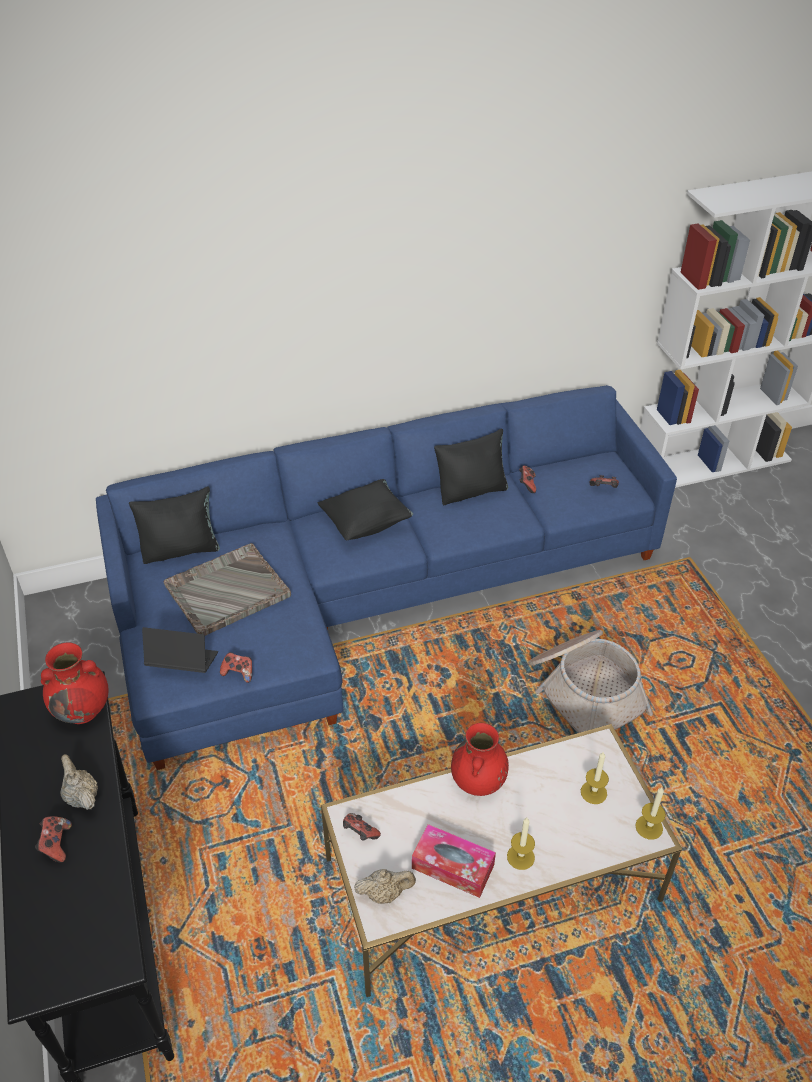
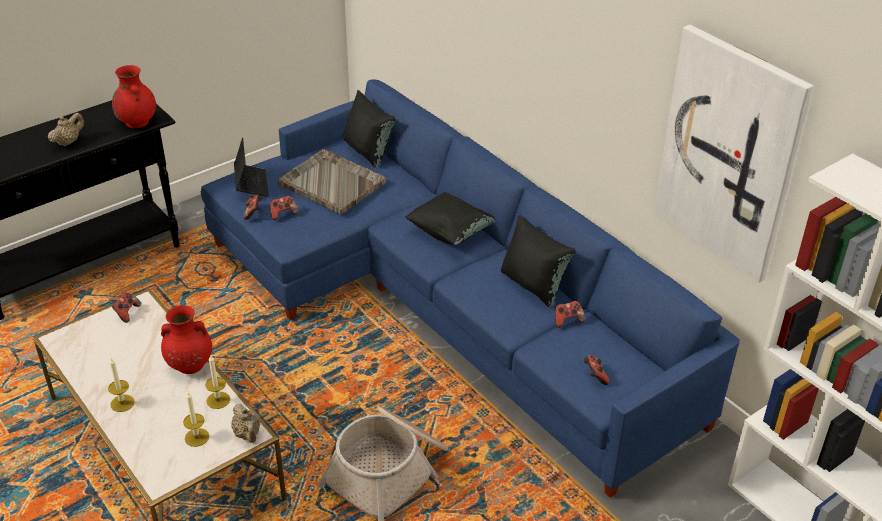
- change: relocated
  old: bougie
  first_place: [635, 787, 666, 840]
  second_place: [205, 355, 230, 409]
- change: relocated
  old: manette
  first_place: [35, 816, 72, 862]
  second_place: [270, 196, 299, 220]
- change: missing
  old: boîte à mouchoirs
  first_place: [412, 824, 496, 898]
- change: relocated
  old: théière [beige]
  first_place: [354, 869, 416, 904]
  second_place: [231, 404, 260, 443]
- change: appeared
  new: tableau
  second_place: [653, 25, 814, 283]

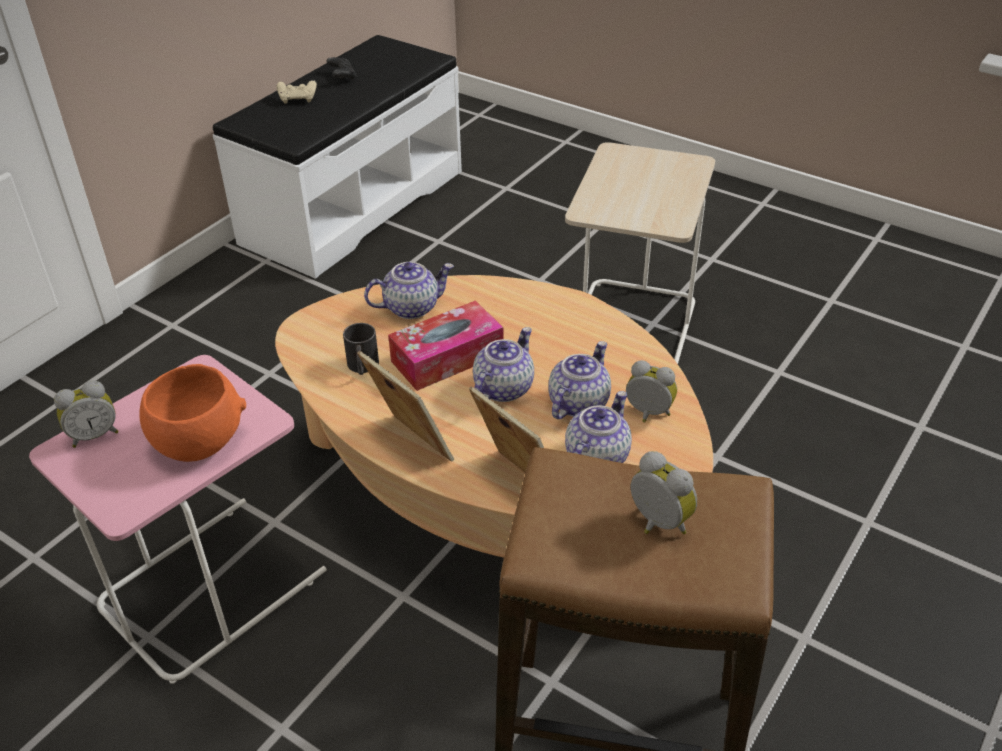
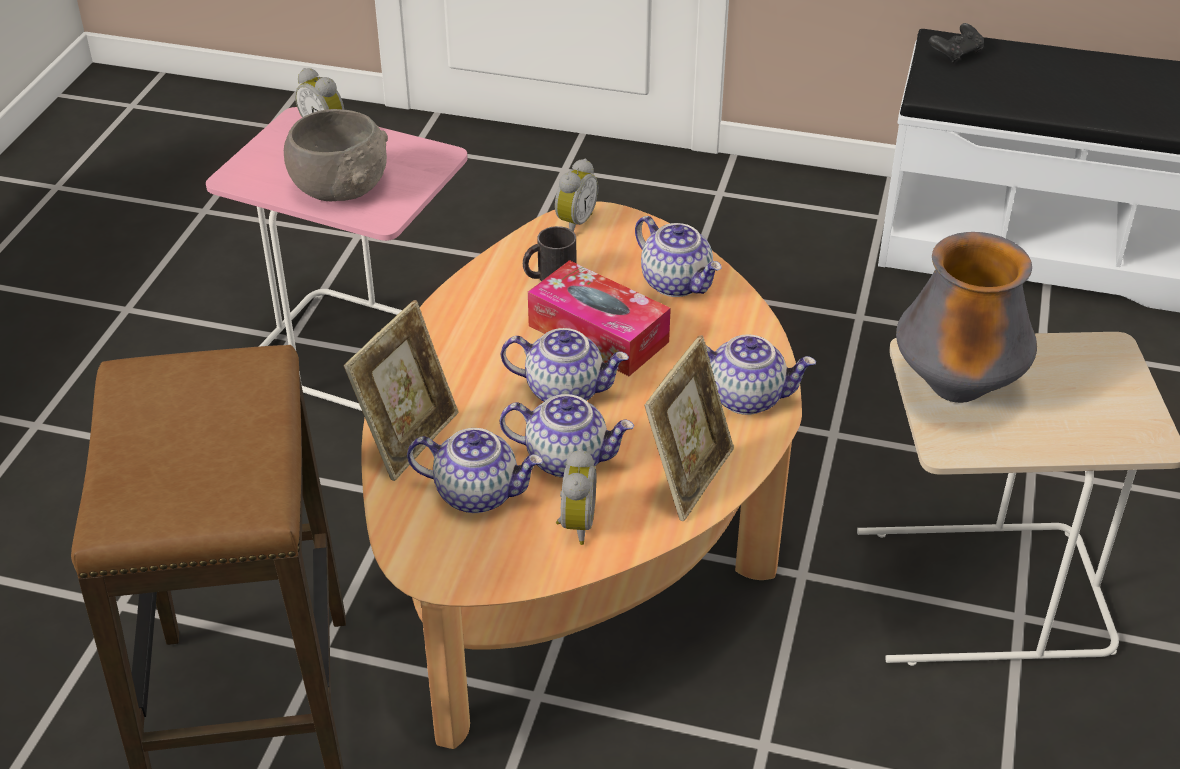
- change: relocated
  old: manette [noir]
  first_place: [326, 57, 356, 80]
  second_place: [929, 23, 984, 63]
- change: missing
  old: manette [beige]
  first_place: [277, 80, 317, 104]
- change: relocated
  old: cadre photo
  first_place: [357, 351, 454, 462]
  second_place: [644, 335, 734, 521]
- change: colour
  old: bol [orange]
  new: bol [gris]
  first_place: [139, 364, 246, 462]
  second_place: [284, 109, 388, 201]
- change: relocated
  old: réveil
  first_place: [631, 451, 697, 534]
  second_place: [555, 158, 598, 232]
- change: appeared
  new: vase
  second_place: [896, 232, 1037, 403]
- change: appeared
  new: théière
  second_place: [706, 335, 816, 415]

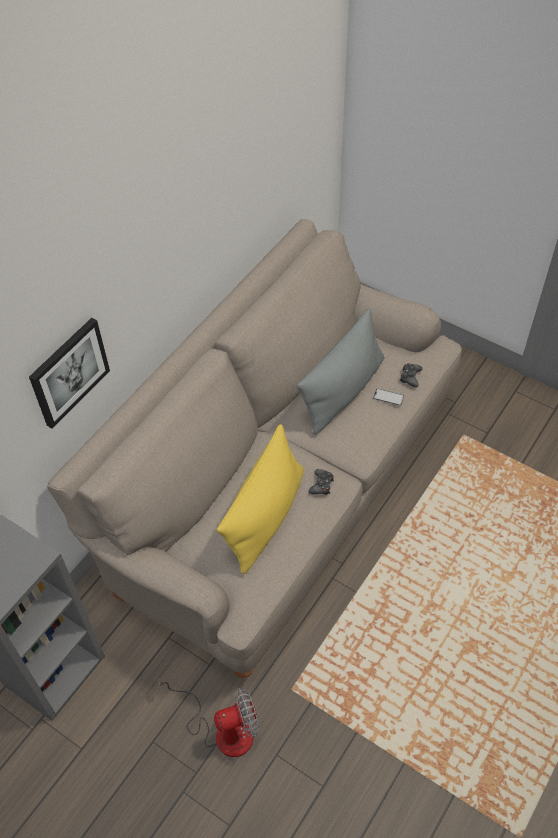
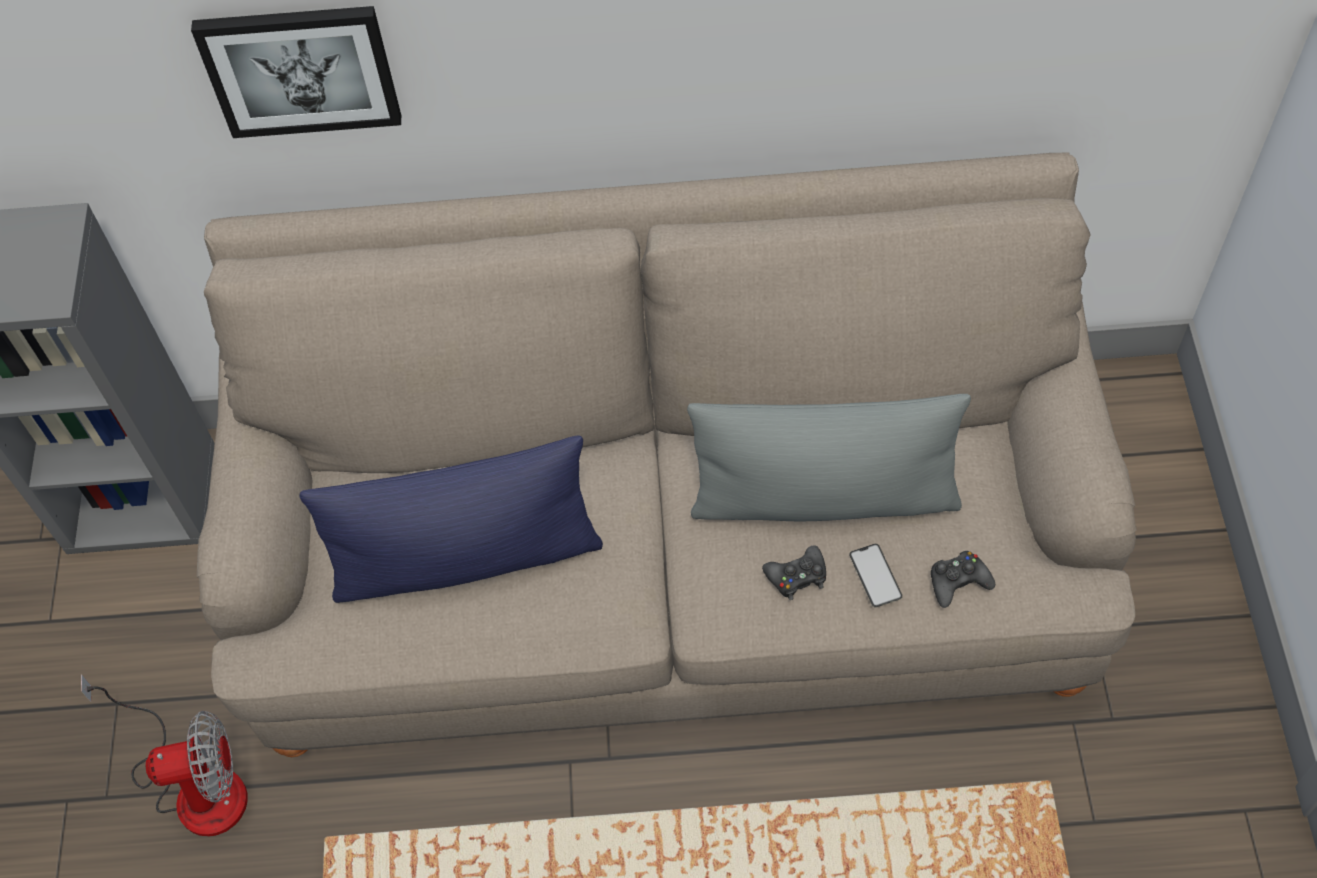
- change: colour
  old: coussin [jaune]
  new: coussin [bleu]
  first_place: [217, 424, 304, 574]
  second_place: [300, 435, 603, 603]
- change: relocated
  old: manette [noir]
  first_place: [309, 469, 334, 495]
  second_place: [762, 545, 826, 600]
- change: spun
  old: ventilateur
  first_place: [157, 676, 259, 757]
  second_place: [81, 675, 248, 837]
  degrees: -45

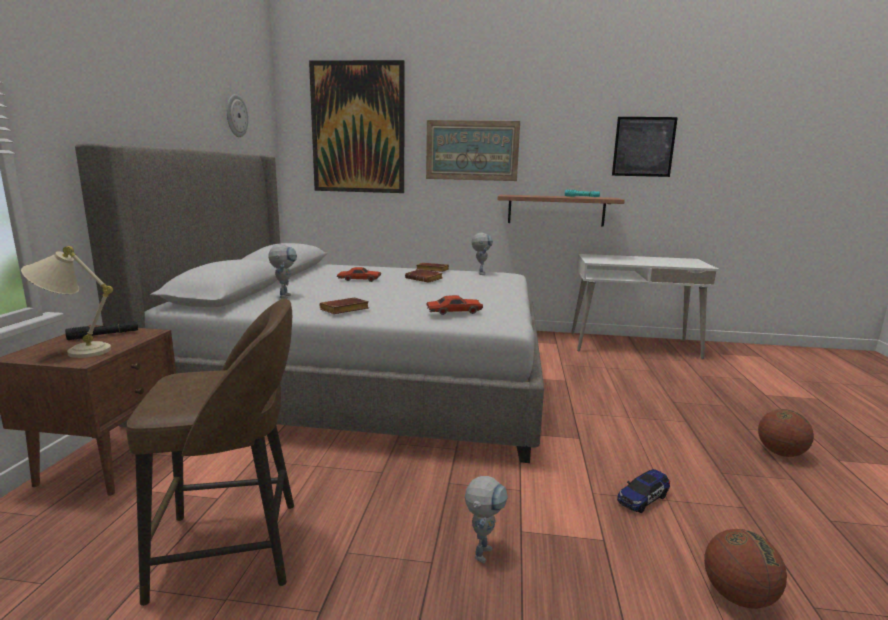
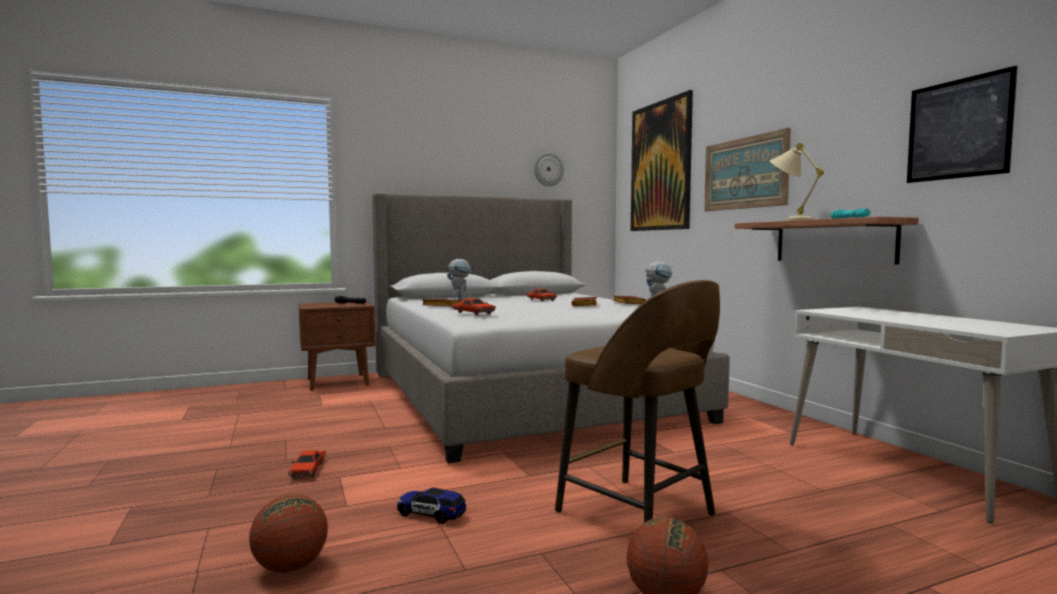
- change: relocated
  old: lampe de table [beige]
  first_place: [21, 246, 113, 358]
  second_place: [770, 143, 824, 221]
- change: relocated
  old: tabouret [marron]
  first_place: [126, 299, 294, 606]
  second_place: [555, 280, 720, 523]
- change: exchanged
  old: robot jouet
  new: petite voiture [rouge]
  first_place: [465, 476, 508, 564]
  second_place: [288, 450, 326, 478]

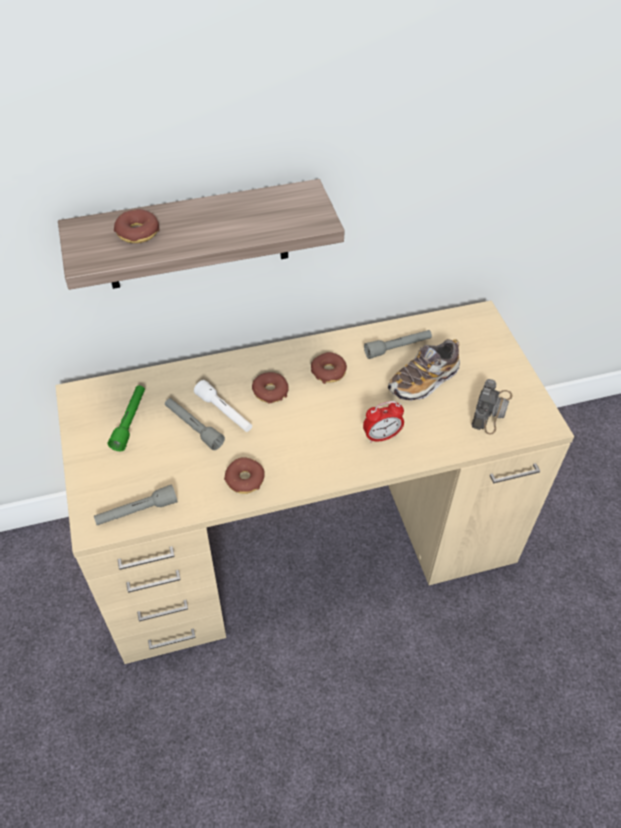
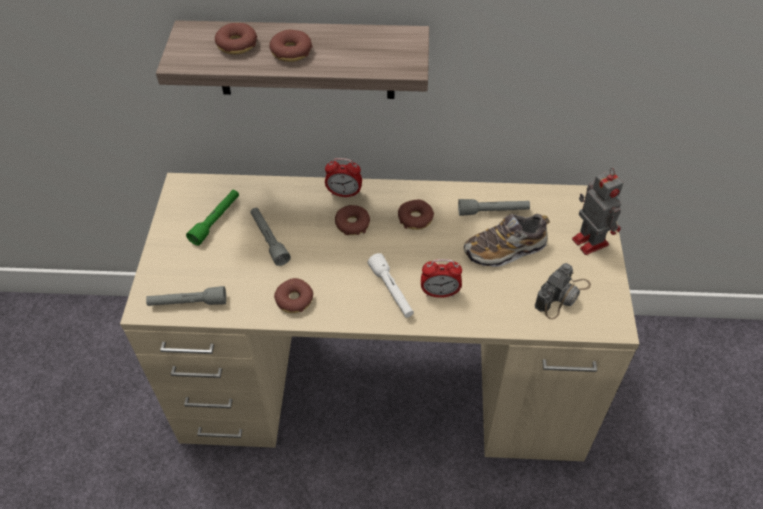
- change: relocated
  old: lampe de poche [blanc]
  first_place: [194, 380, 252, 432]
  second_place: [368, 253, 414, 318]
- change: appeared
  new: beignet
  second_place: [269, 30, 313, 62]
- change: appeared
  new: réveil
  second_place: [325, 158, 362, 197]
- change: appeared
  new: robot jouet
  second_place: [572, 168, 623, 255]

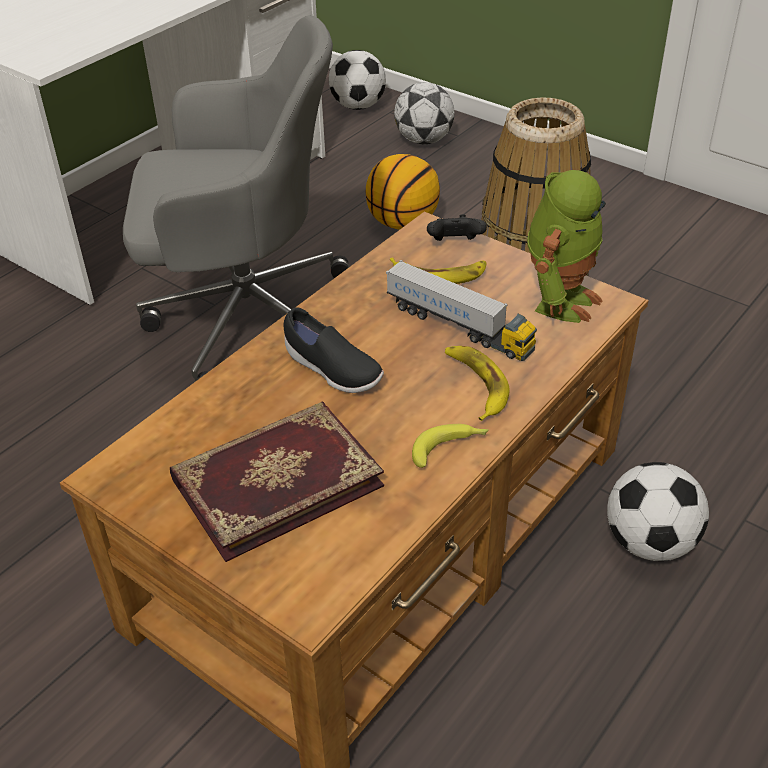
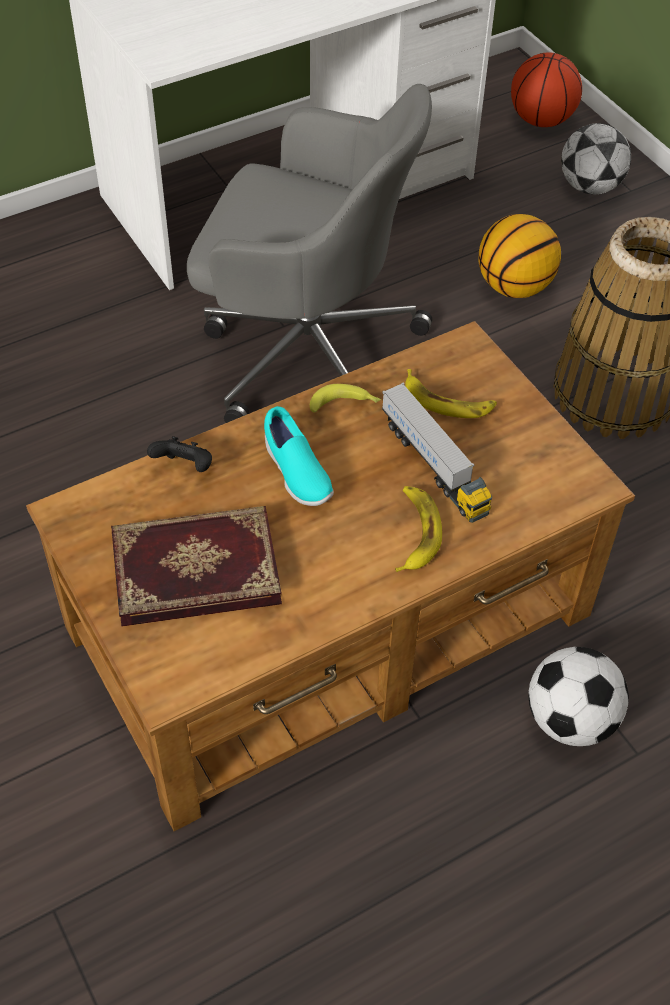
- change: exchanged
  old: ballon de foot
  new: ballon de basket
  first_place: [329, 50, 386, 110]
  second_place: [511, 52, 582, 127]
- change: missing
  old: robot jouet
  first_place: [527, 170, 606, 323]
- change: relocated
  old: manette [noir]
  first_place: [427, 214, 487, 241]
  second_place: [147, 436, 212, 472]
- change: colour
  old: chaussure [noir]
  new: chaussure [turquoise]
  first_place: [283, 307, 384, 393]
  second_place: [264, 406, 334, 506]
- change: relocated
  old: banane
  first_place: [412, 424, 489, 468]
  second_place: [310, 384, 381, 413]

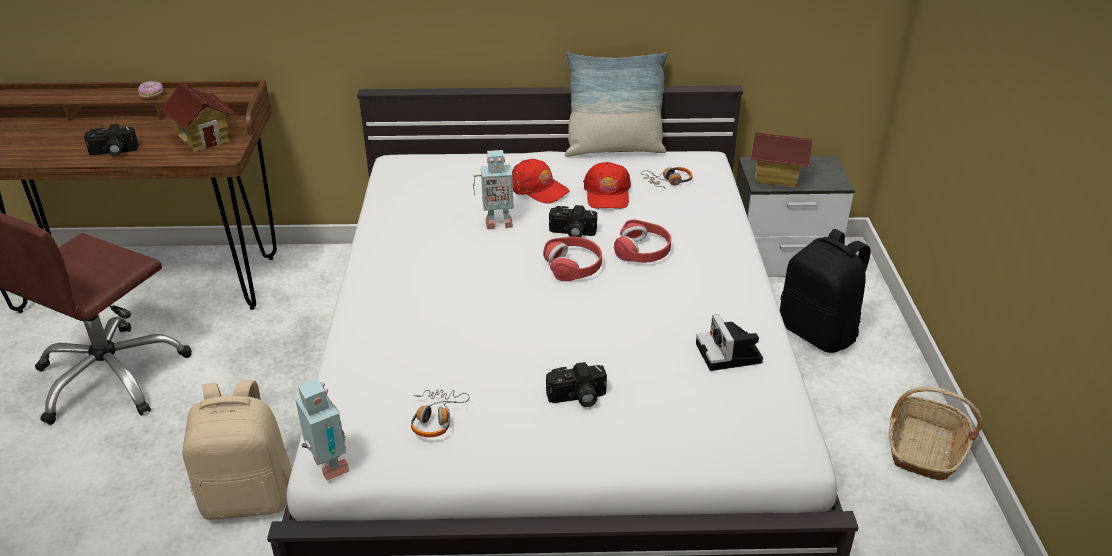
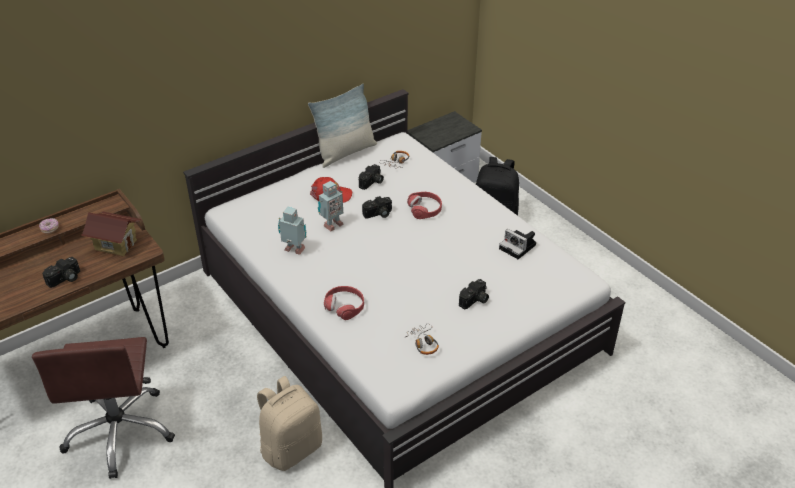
- change: missing
  old: maison miniature
  first_place: [750, 132, 812, 188]
- change: exchanged
  old: casquette [rouge]
  new: appareil photo
  first_place: [583, 162, 631, 209]
  second_place: [359, 164, 384, 190]
- change: relocated
  old: casque audio [rouge]
  first_place: [543, 237, 602, 281]
  second_place: [324, 286, 364, 320]
- change: relocated
  old: robot jouet
  first_place: [295, 378, 349, 480]
  second_place: [278, 207, 306, 255]
- change: missing
  old: panier
  first_place: [889, 387, 983, 480]

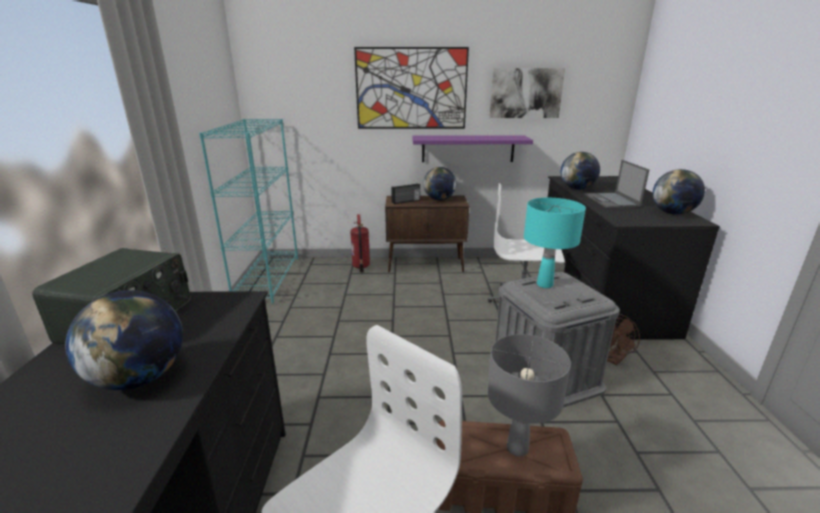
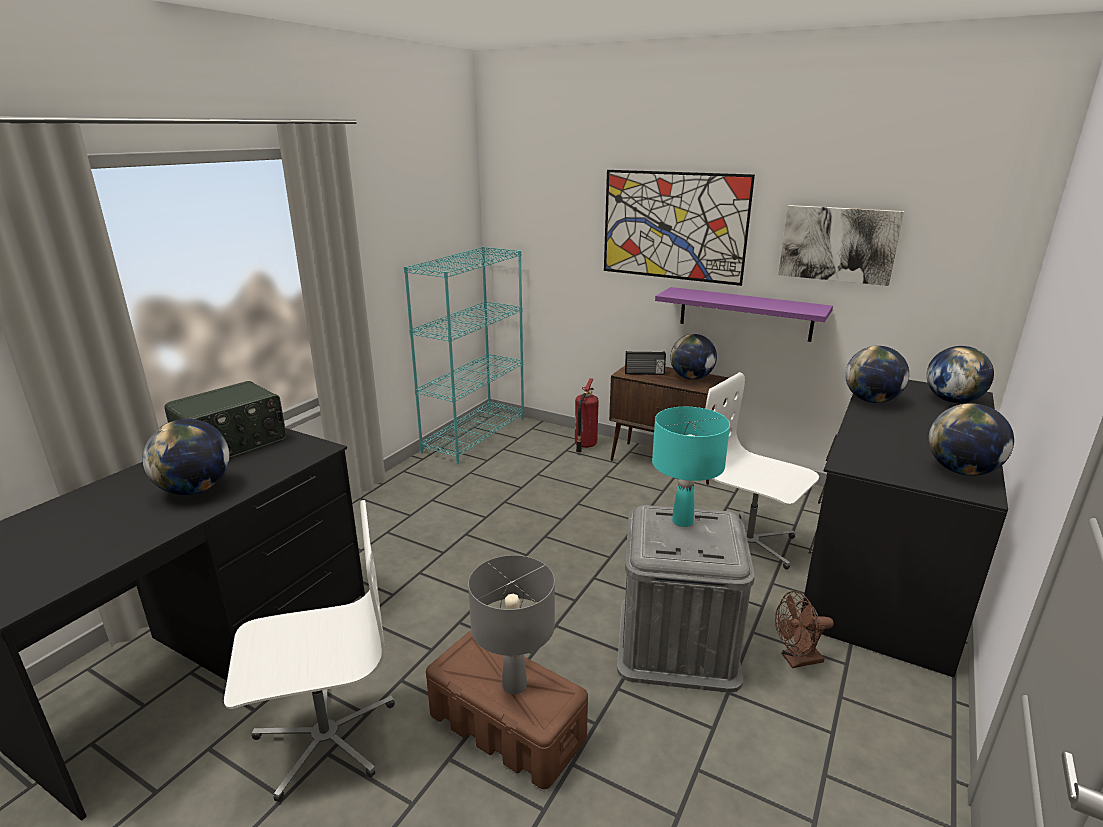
- change: missing
  old: ordinateur portable
  first_place: [584, 160, 649, 208]
- change: appeared
  new: globe
  second_place: [927, 346, 994, 403]

